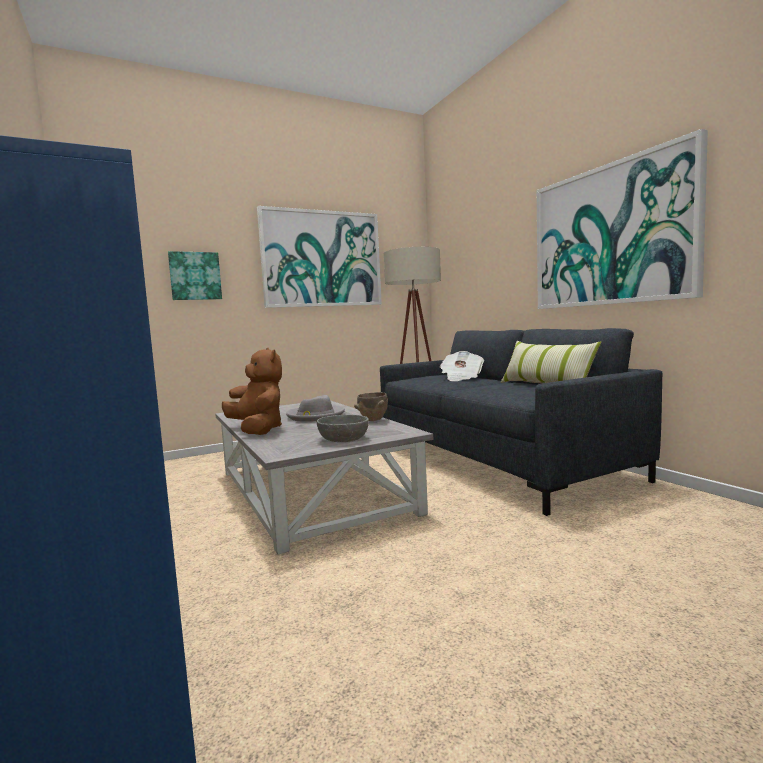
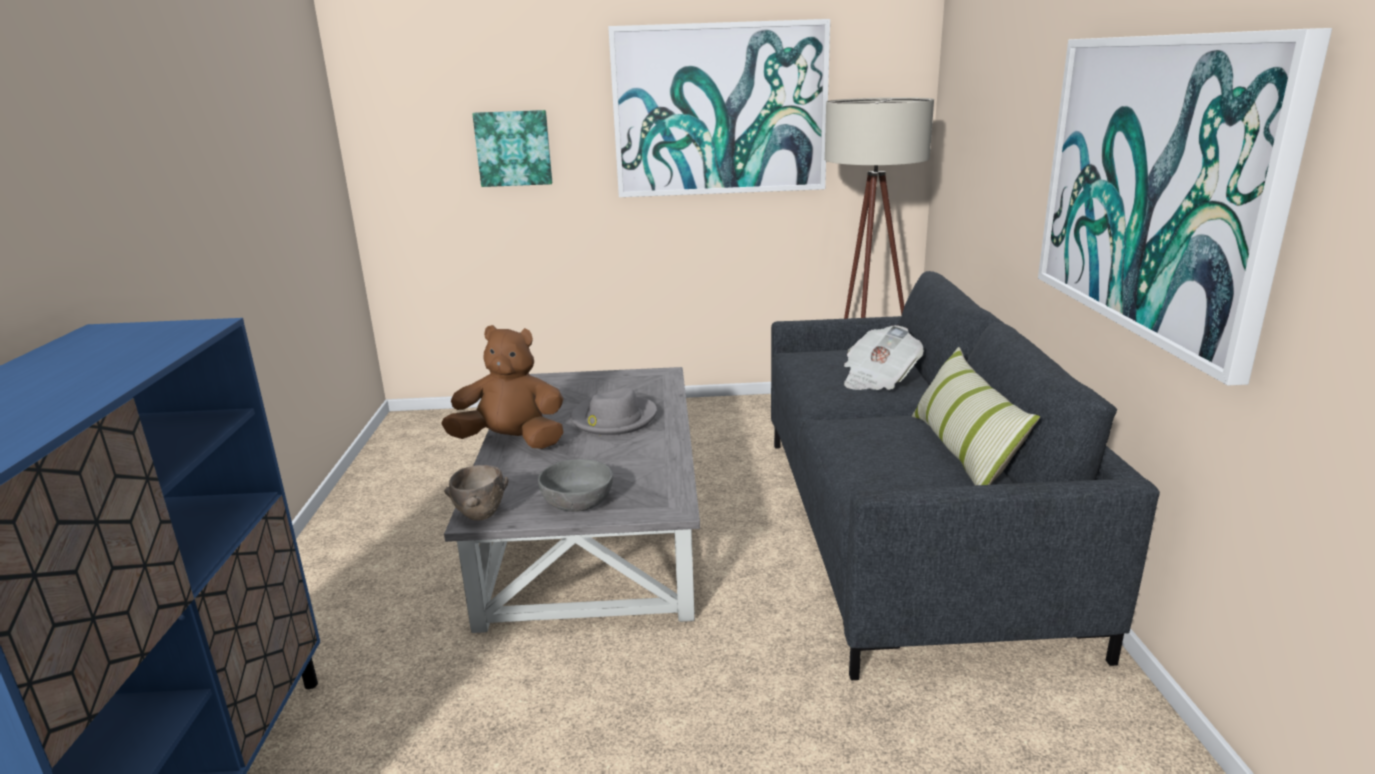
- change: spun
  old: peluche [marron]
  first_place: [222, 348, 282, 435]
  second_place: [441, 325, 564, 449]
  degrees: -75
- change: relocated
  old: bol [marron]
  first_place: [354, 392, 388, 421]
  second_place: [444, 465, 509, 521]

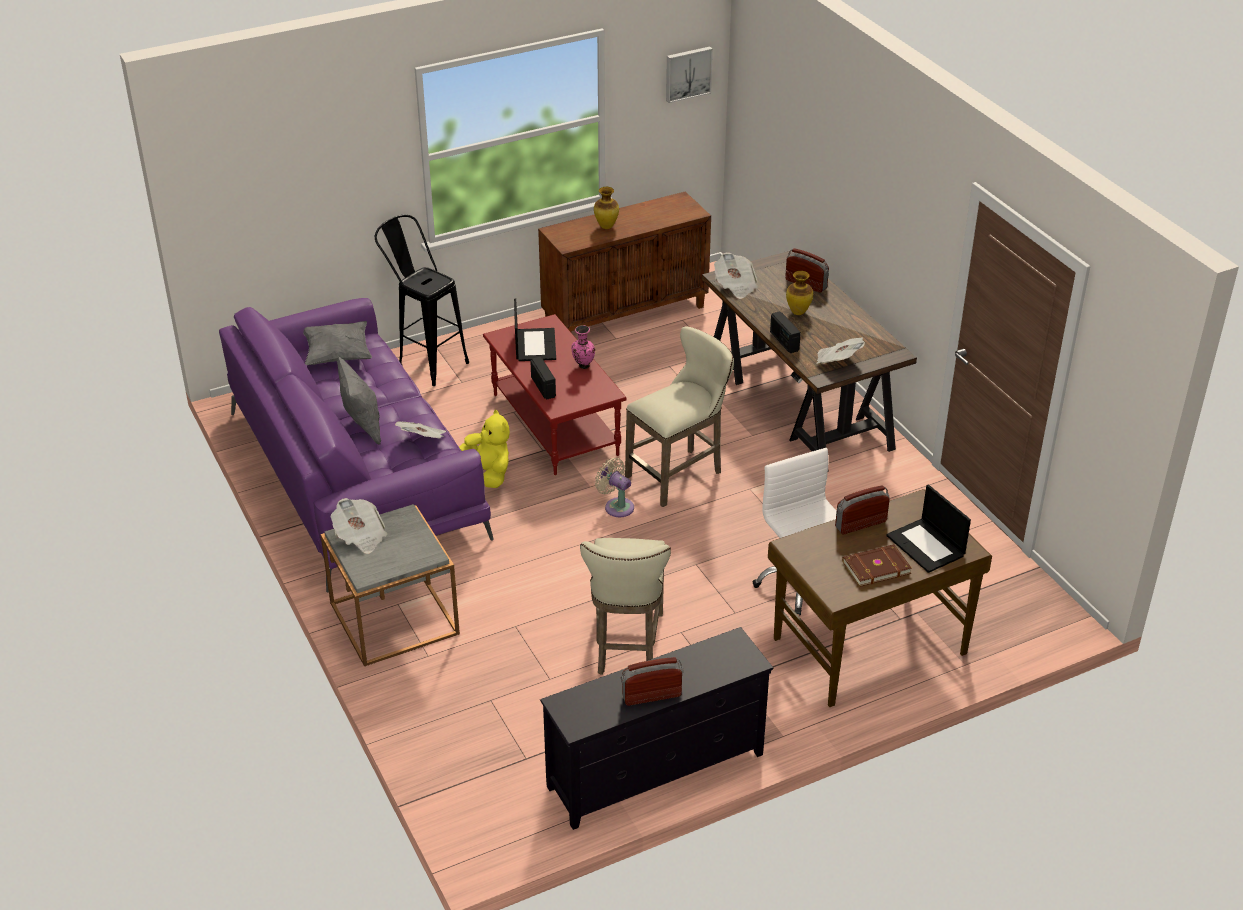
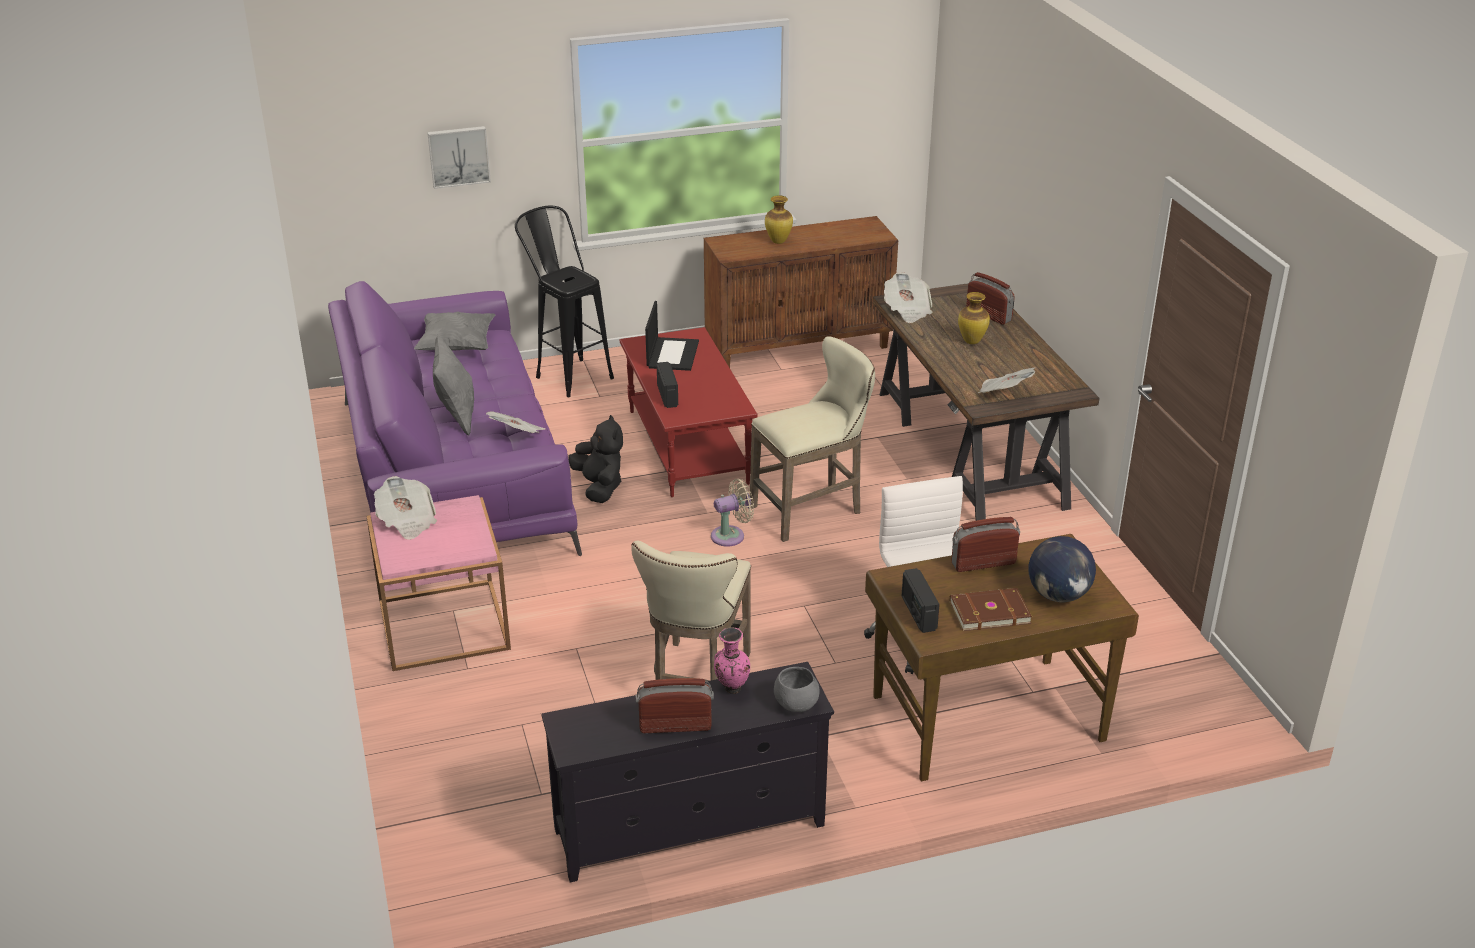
- change: relocated
  old: tableau
  first_place: [666, 46, 713, 103]
  second_place: [427, 126, 491, 189]
- change: relocated
  old: radio
  first_place: [770, 311, 801, 353]
  second_place: [902, 568, 940, 633]
- change: relocated
  old: vase [rose]
  first_place: [571, 325, 595, 369]
  second_place: [714, 627, 750, 694]
- change: colour
  old: peluche [jaune]
  new: peluche [noir]
  first_place: [459, 410, 510, 488]
  second_place: [568, 415, 623, 503]
- change: spun
  old: ventilateur [beige]
  first_place: [595, 458, 634, 517]
  second_place: [711, 479, 754, 547]
  degrees: 105
- change: exchanged
  old: ordinateur portable
  new: globe
  first_place: [886, 484, 971, 573]
  second_place: [1028, 536, 1096, 602]
- change: colour
  old: table d'appoint [gris]
  new: table d'appoint [rose]
  first_place: [320, 504, 460, 666]
  second_place: [367, 495, 511, 671]
- change: appeared
  new: bol [gris]
  second_place: [774, 667, 820, 712]

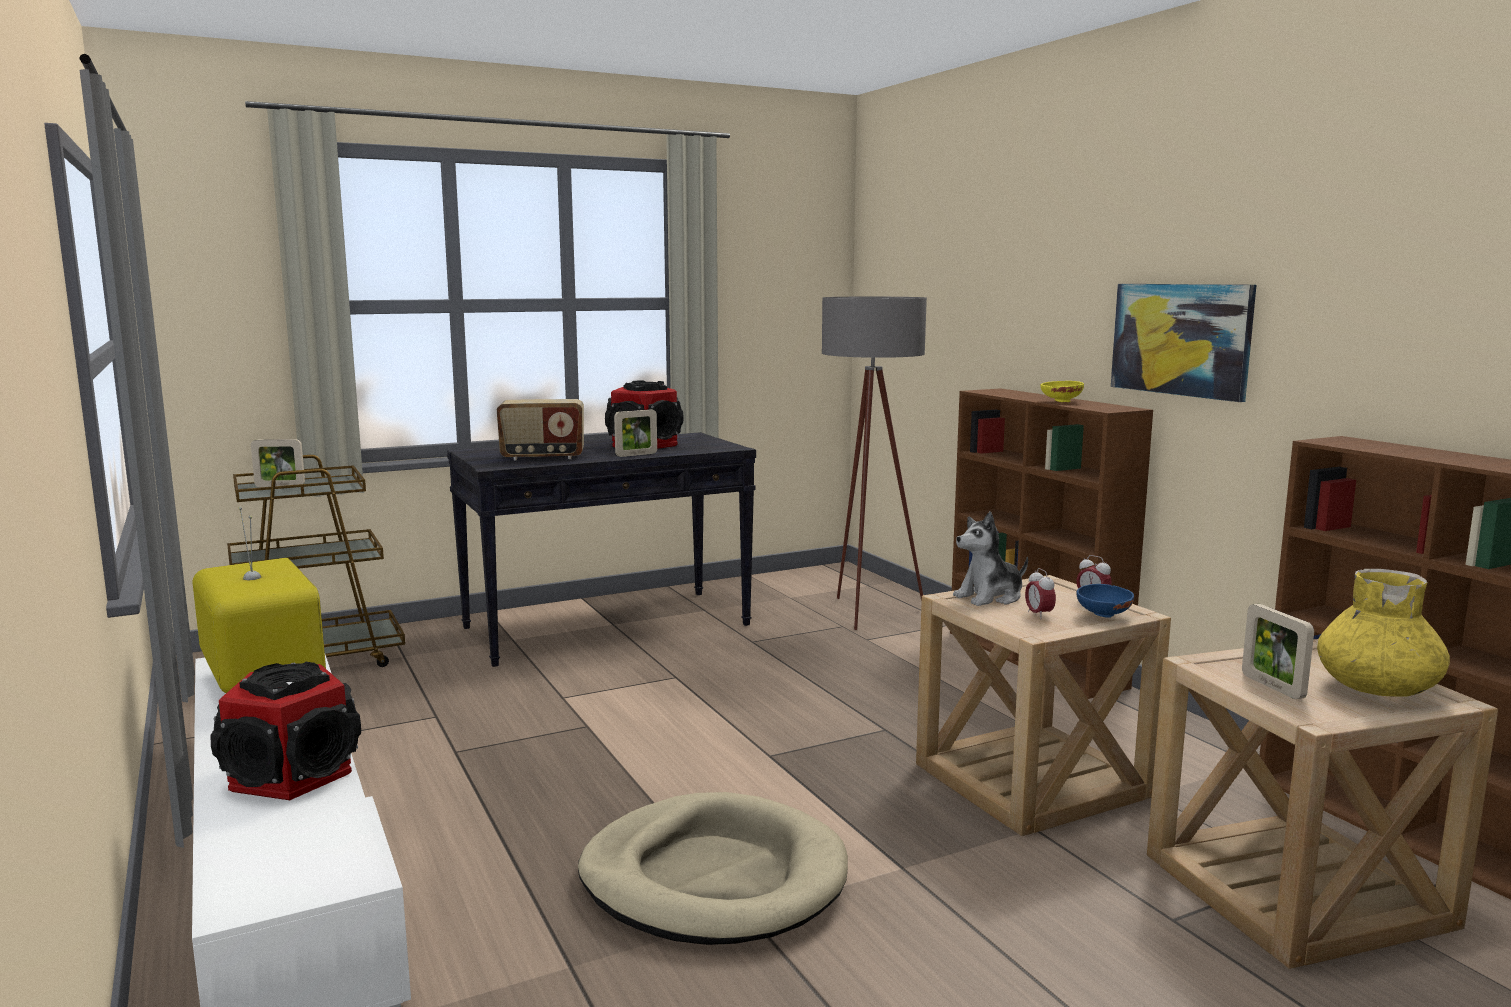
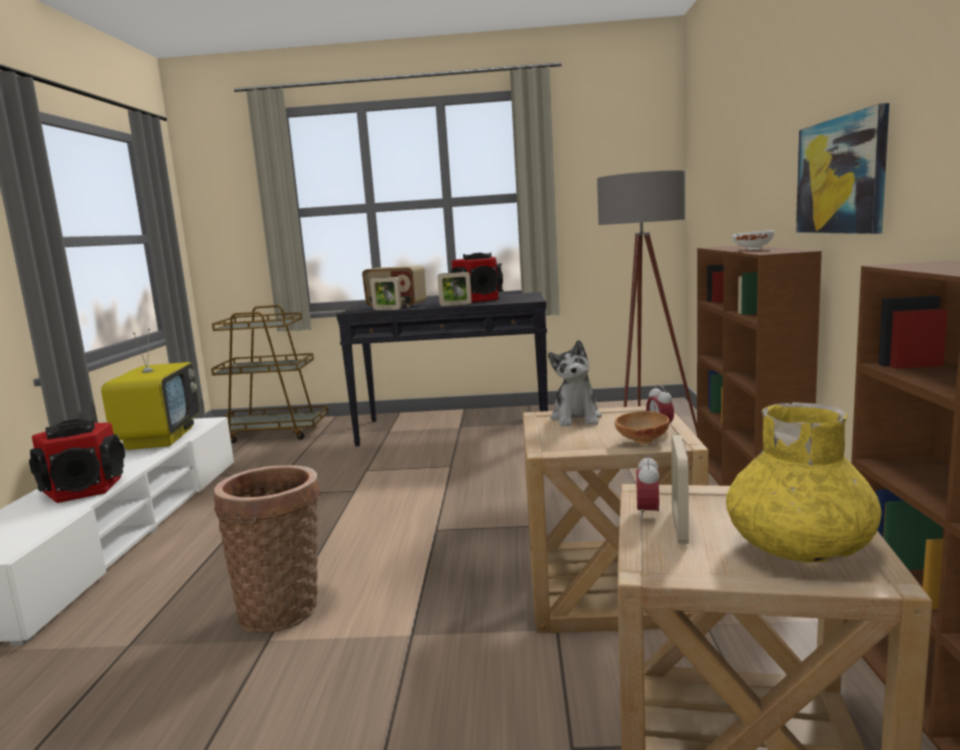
- change: colour
  old: bol [jaune]
  new: bol [blanc]
  first_place: [1040, 381, 1084, 402]
  second_place: [732, 230, 774, 250]
- change: relocated
  old: cadre photo
  first_place: [251, 439, 305, 487]
  second_place: [370, 277, 402, 310]
- change: spun
  old: peluche
  first_place: [953, 511, 1028, 606]
  second_place: [548, 340, 602, 427]
  degrees: -90
- change: relocated
  old: réveil
  first_place: [1025, 568, 1056, 619]
  second_place: [636, 453, 659, 520]
- change: colour
  old: bol [bleu]
  new: bol [marron]
  first_place: [1076, 584, 1134, 618]
  second_place: [615, 411, 670, 444]
- change: exchanged
  old: panier pour chien [beige]
  new: panier
  first_place: [578, 792, 848, 945]
  second_place: [214, 465, 321, 633]

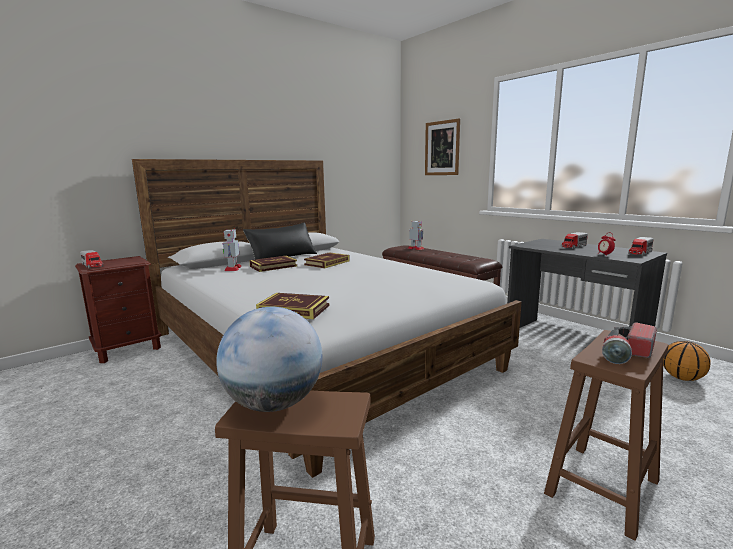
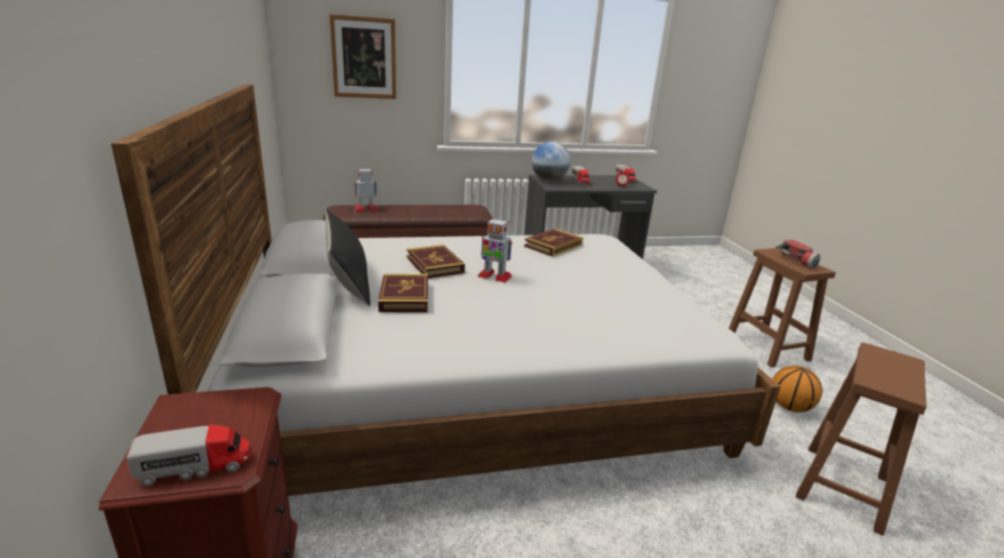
- change: relocated
  old: robot jouet
  first_place: [223, 228, 242, 271]
  second_place: [477, 218, 513, 283]
- change: relocated
  old: livre
  first_place: [256, 293, 329, 319]
  second_place: [524, 228, 583, 257]
- change: relocated
  old: globe
  first_place: [216, 307, 322, 412]
  second_place: [532, 141, 571, 181]
- change: relocated
  old: ballon de basket
  first_place: [663, 341, 711, 381]
  second_place: [773, 366, 823, 412]

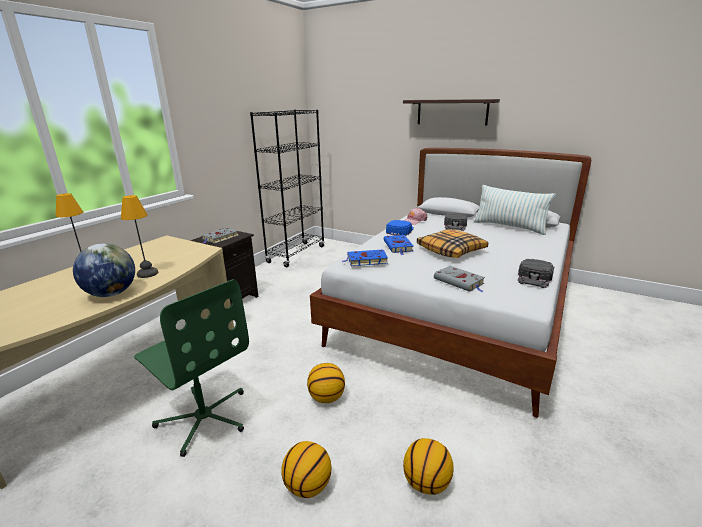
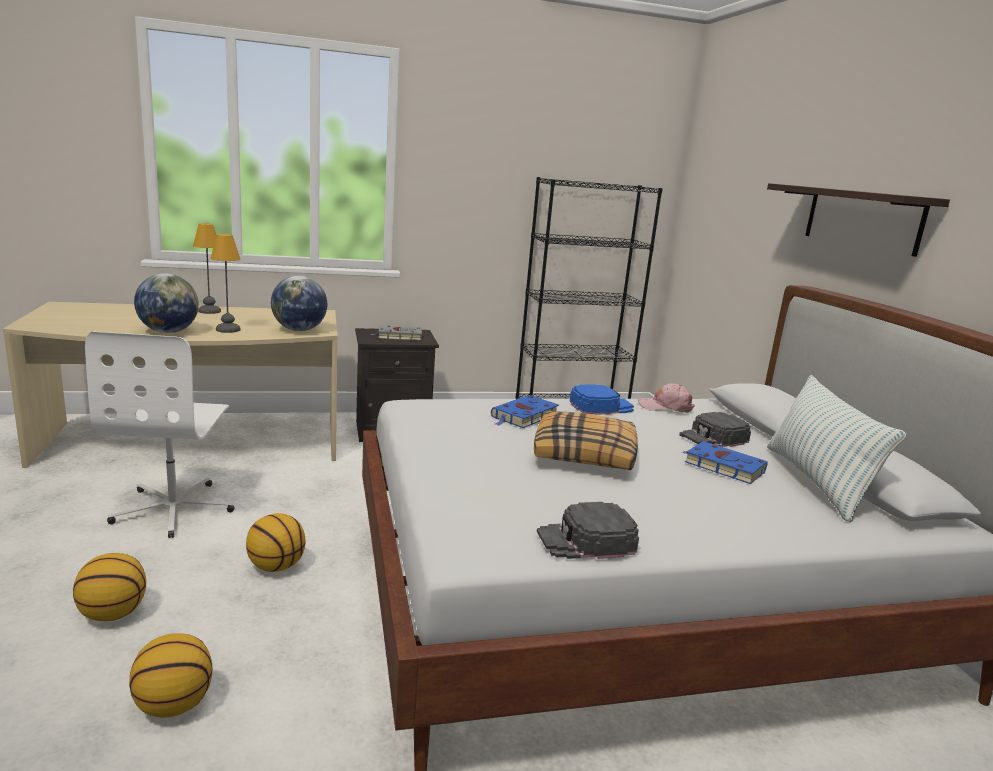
- change: relocated
  old: livre [bleu]
  first_place: [342, 250, 388, 266]
  second_place: [682, 441, 768, 484]
- change: missing
  old: livre [gris]
  first_place: [434, 266, 485, 292]
- change: colour
  old: chaise de bureau [vert]
  new: chaise de bureau [blanc]
  first_place: [134, 279, 249, 457]
  second_place: [85, 331, 234, 538]
- change: appeared
  new: globe
  second_place: [271, 276, 327, 331]

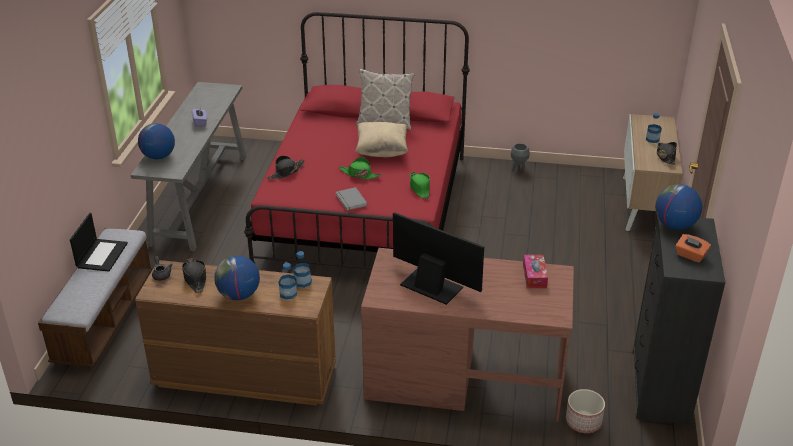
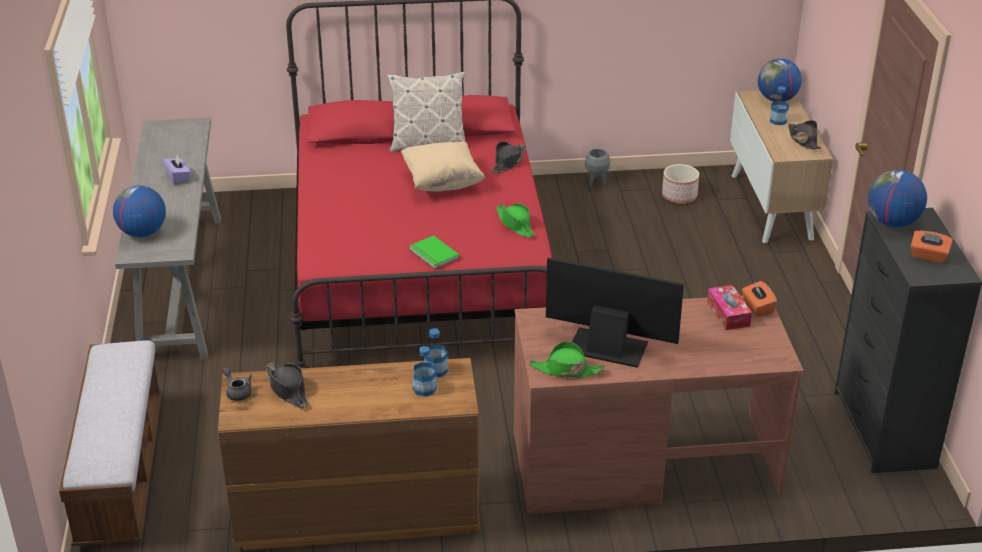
- change: relocated
  old: chapeau [noir]
  first_place: [267, 156, 305, 179]
  second_place: [491, 141, 526, 173]
- change: relocated
  old: chapeau [vert]
  first_place: [339, 157, 381, 180]
  second_place: [529, 341, 605, 378]
- change: colour
  old: livre [gris]
  new: livre [vert]
  first_place: [336, 187, 368, 211]
  second_place: [409, 235, 460, 269]
- change: missing
  old: ordinateur portable
  first_place: [70, 213, 128, 271]
- change: relocated
  old: globe
  first_place: [215, 255, 260, 300]
  second_place: [758, 58, 802, 102]
- change: relocated
  old: cache-pot
  first_place: [566, 389, 605, 433]
  second_place: [662, 164, 699, 204]
- change: appeared
  new: boîte à mouchoirs [orange]
  second_place: [742, 281, 777, 317]

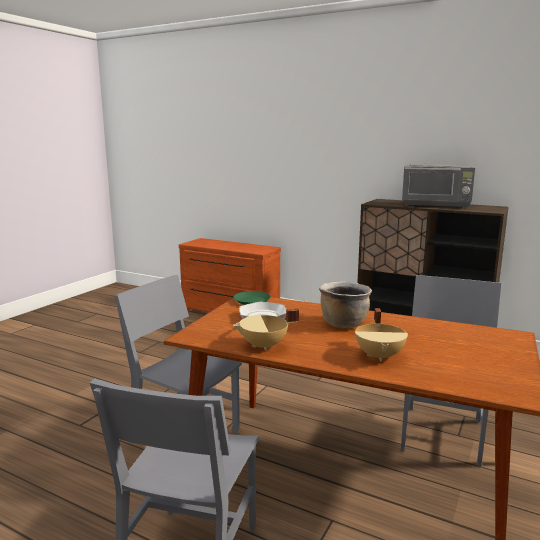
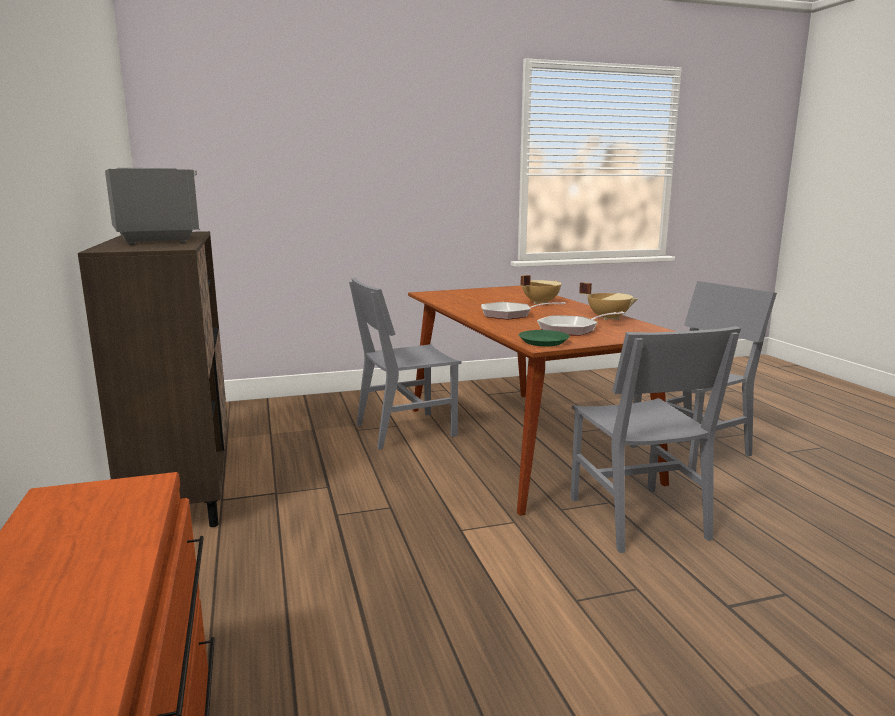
- change: exchanged
  old: marmite [marron]
  new: poêle
  first_place: [319, 281, 372, 328]
  second_place: [481, 302, 566, 320]

